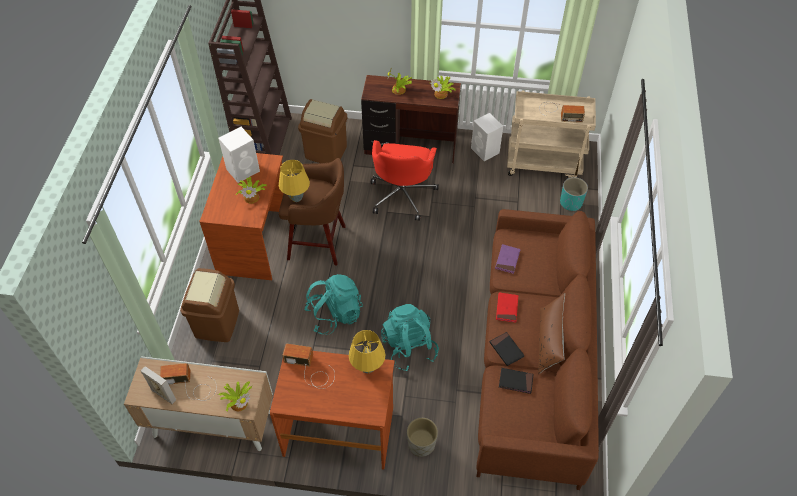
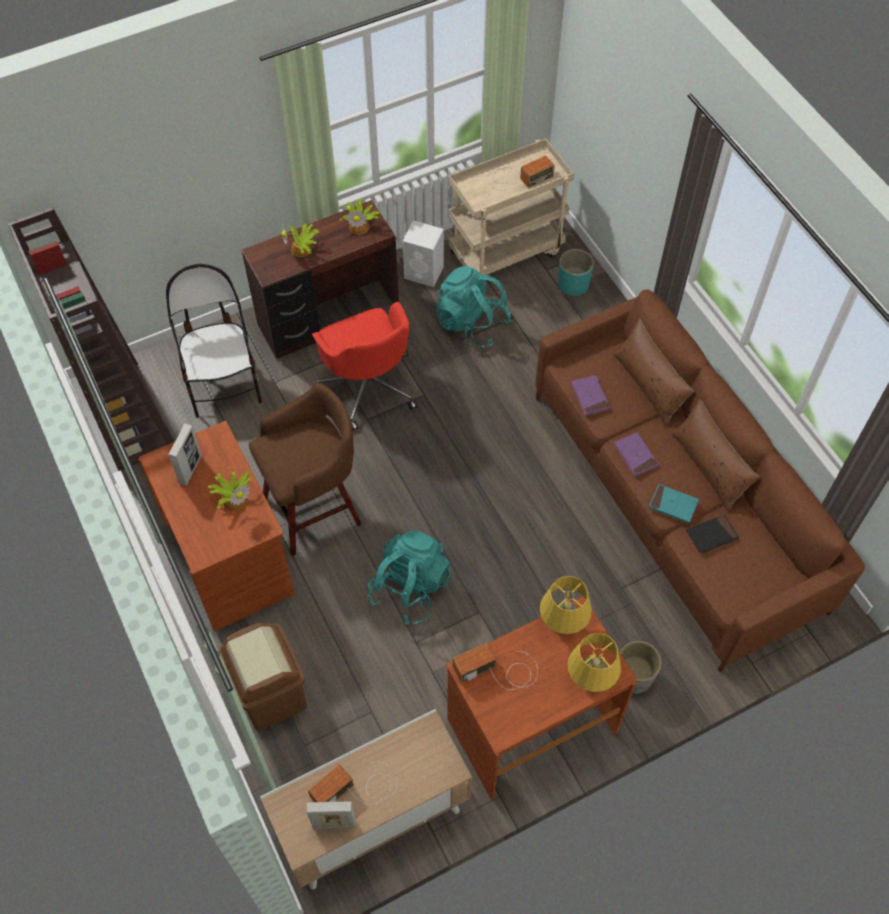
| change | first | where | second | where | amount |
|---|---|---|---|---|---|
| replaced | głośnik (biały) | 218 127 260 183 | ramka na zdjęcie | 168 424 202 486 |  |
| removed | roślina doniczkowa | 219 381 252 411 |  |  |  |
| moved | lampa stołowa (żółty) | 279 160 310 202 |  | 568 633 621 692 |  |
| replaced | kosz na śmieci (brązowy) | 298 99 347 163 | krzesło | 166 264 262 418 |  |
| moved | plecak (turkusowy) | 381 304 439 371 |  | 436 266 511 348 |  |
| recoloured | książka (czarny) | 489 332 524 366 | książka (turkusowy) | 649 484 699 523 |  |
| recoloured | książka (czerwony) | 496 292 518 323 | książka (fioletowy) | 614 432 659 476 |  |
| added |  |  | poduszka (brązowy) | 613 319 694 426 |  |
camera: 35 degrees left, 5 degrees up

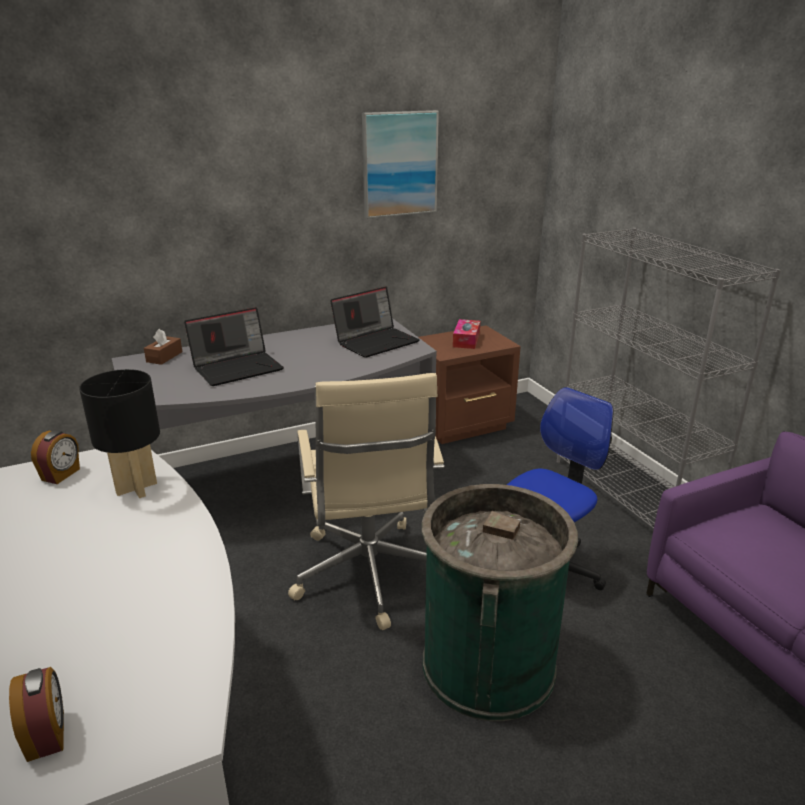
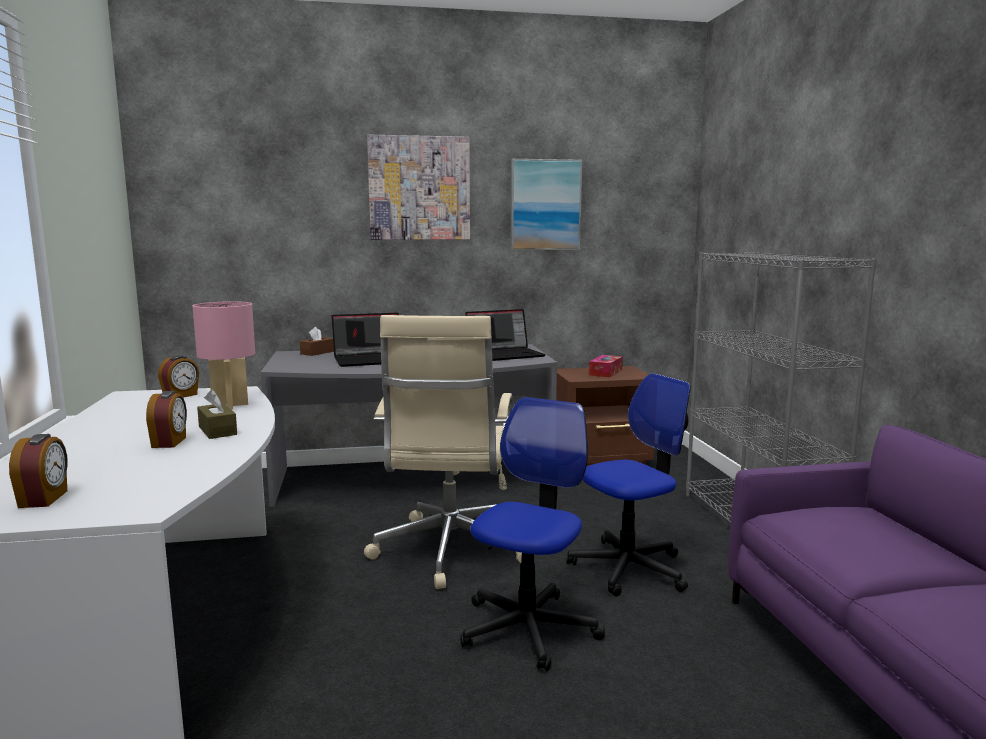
| change | first | where | second | where | amount |
|---|---|---|---|---|---|
| recoloured | lampa stołowa (czarny) | 79 369 160 498 | lampa stołowa (różowy) | 192 301 255 410 |  |
| replaced | kosz na śmieci (zielony) | 422 484 578 721 | krzesło biurowe | 460 397 605 671 |  |
| added |  |  | budzik | 146 391 187 448 |  |
| added |  |  | pudełko chusteczek (brązowy) | 197 389 237 439 |  |
| added |  |  | obraz | 367 135 470 240 |  |
camera: 15 degrees right, 15 degrees down

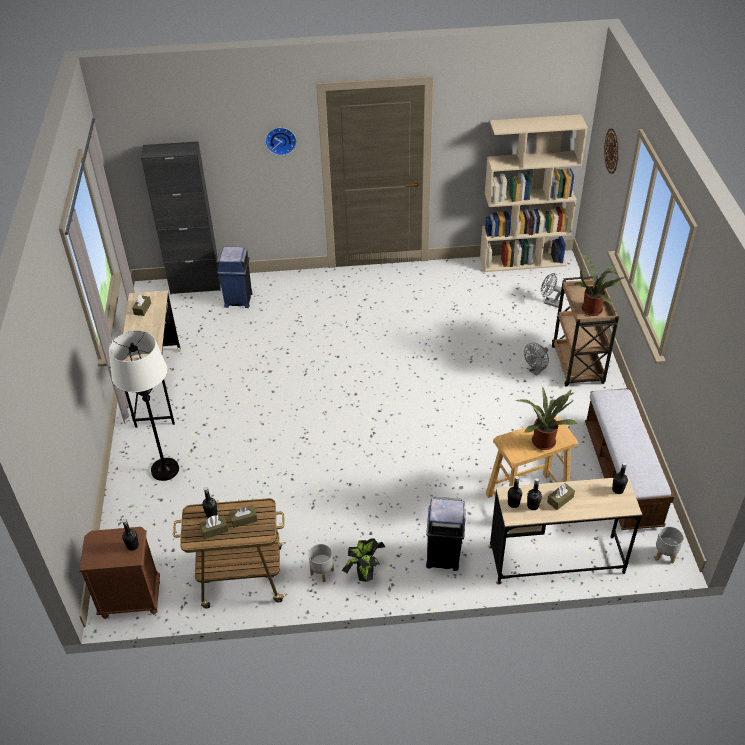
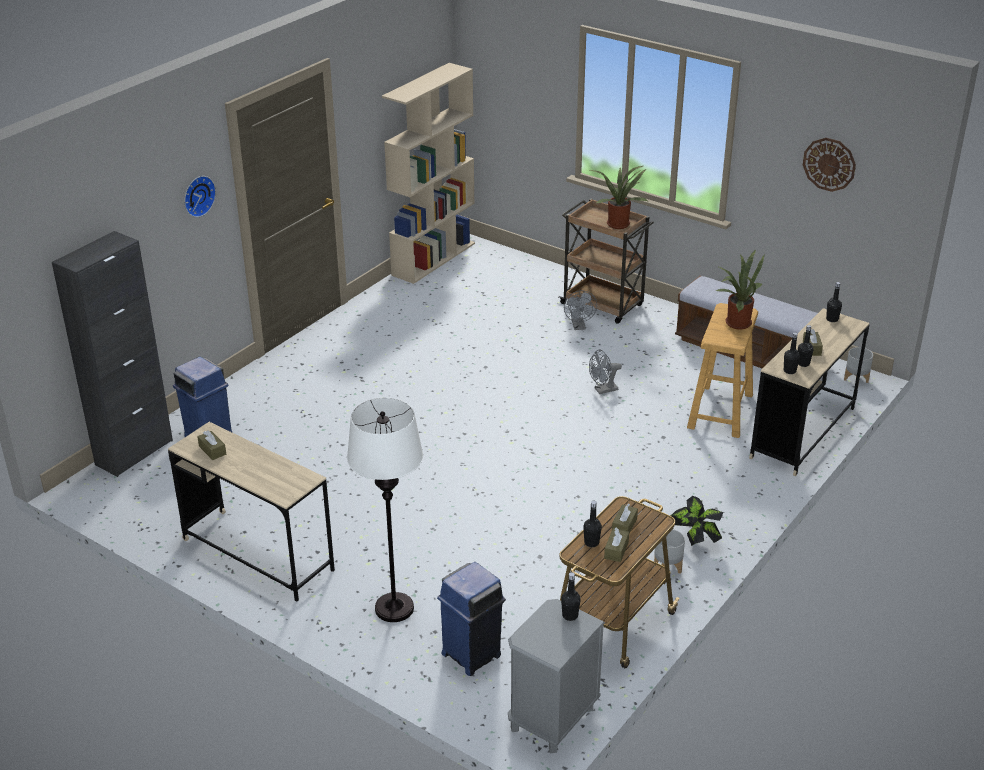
| change | first | where | second | where | amount |
|---|---|---|---|---|---|
| recoloured | szafka nocna (brązowy) | 79 527 160 619 | szafka nocna (szary) | 508 599 605 753 |  |
| moved | kosz na śmieci (niebieski) | 426 497 466 571 |  | 437 562 506 676 |  |
| moved | wentylator (szary) | 541 273 565 308 |  | 589 350 622 394 |  |
| moved | zegar ścienny | 604 129 619 174 |  | 803 138 856 192 |  |
camera: 50 degrees left, 10 degrees down

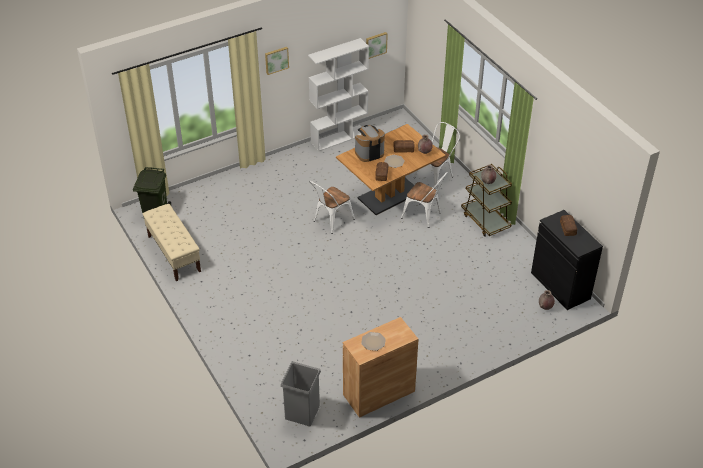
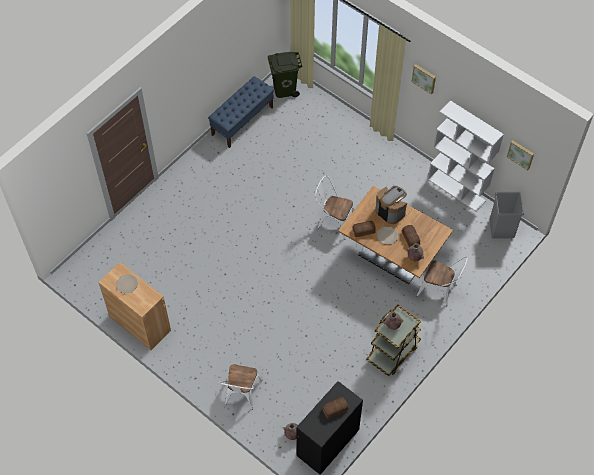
| change | first | where | second | where | amount |
|---|---|---|---|---|---|
| recoloured | ławka (beżowy) | 143 204 201 281 | ławka (niebieski) | 208 76 274 148 |  |
| moved | kosz na śmieci (szary) | 280 361 321 426 |  | 489 192 524 239 |  |
| moved | krzesło (biały) | 401 172 448 228 |  | 219 364 262 410 |  |
camera: 70 degrees right, 15 degrees up

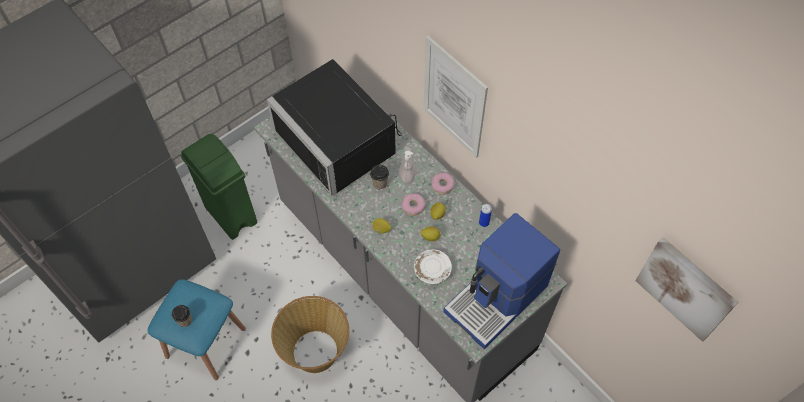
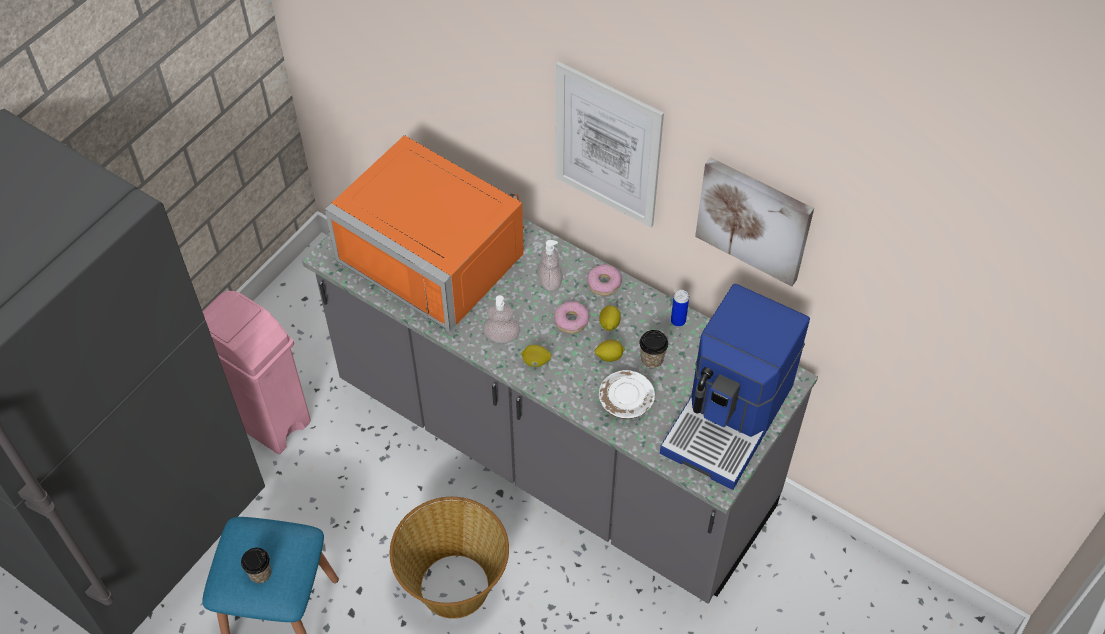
| change | first | where | second | where | amount |
|---|---|---|---|---|---|
| recoloured | kosz na śmieci (zielony) | 180 134 257 240 | kosz na śmieci (różowy) | 202 291 311 454 |  |
| recoloured | mikrofalówka (czarny) | 267 59 402 196 | mikrofalówka (pomarańczowy) | 325 135 524 331 |  |
| moved | filiżanka | 370 165 389 189 |  | 639 330 668 369 |  |
| moved | obraz | 635 237 738 342 |  | 695 157 814 287 |  |
| added |  |  | dozownik mydła | 483 295 520 343 |  |
camera: 15 degrees left, 5 degrees down

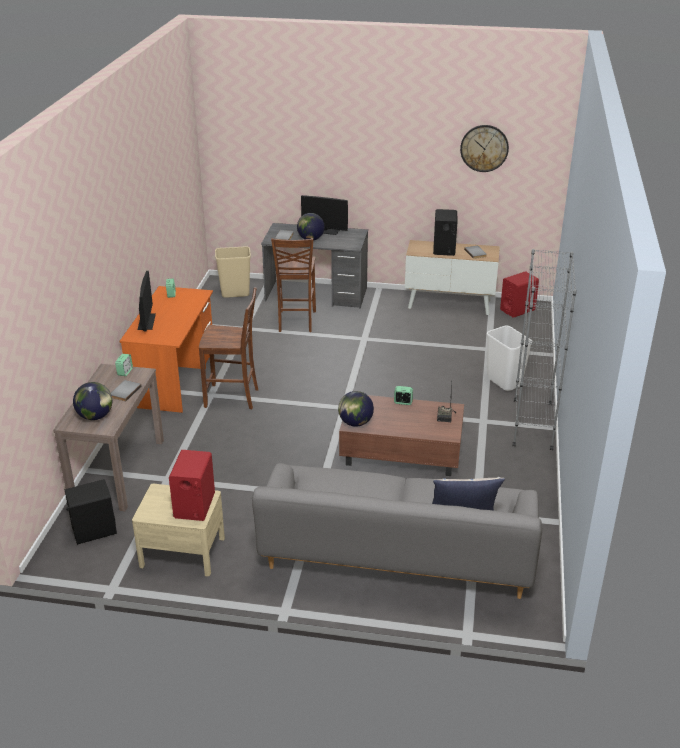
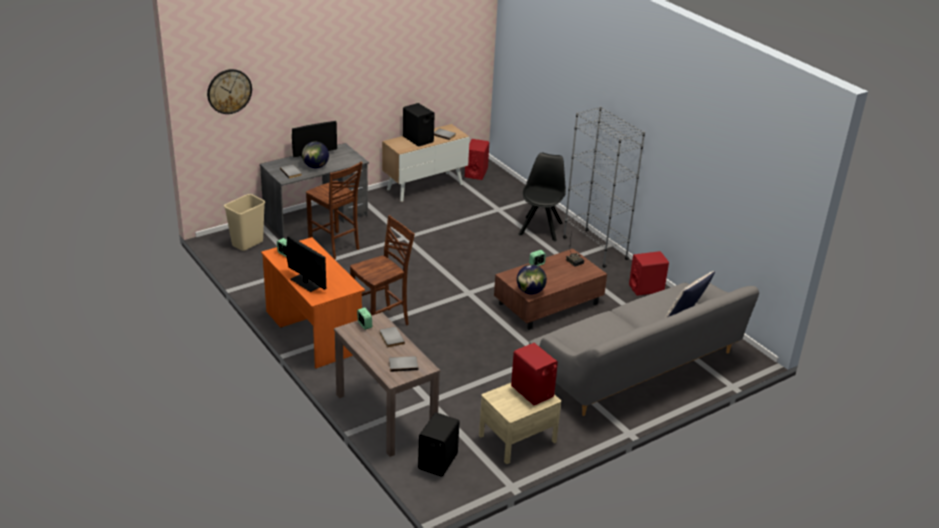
| change | first | where | second | where | amount |
|---|---|---|---|---|---|
| replaced | globus | 73 382 112 420 | książka (szary) | 389 356 418 372 |  |
| moved | zegar ścienny | 460 125 509 172 |  | 207 69 252 114 |  |
| replaced | kosz na śmieci (biały) | 487 325 532 391 | krzesło (czarny) | 519 152 566 241 |  |
| added |  |  | głośnik (czerwony) | 629 251 669 296 |  |
camera: 45 degrees left, 0 degrees up

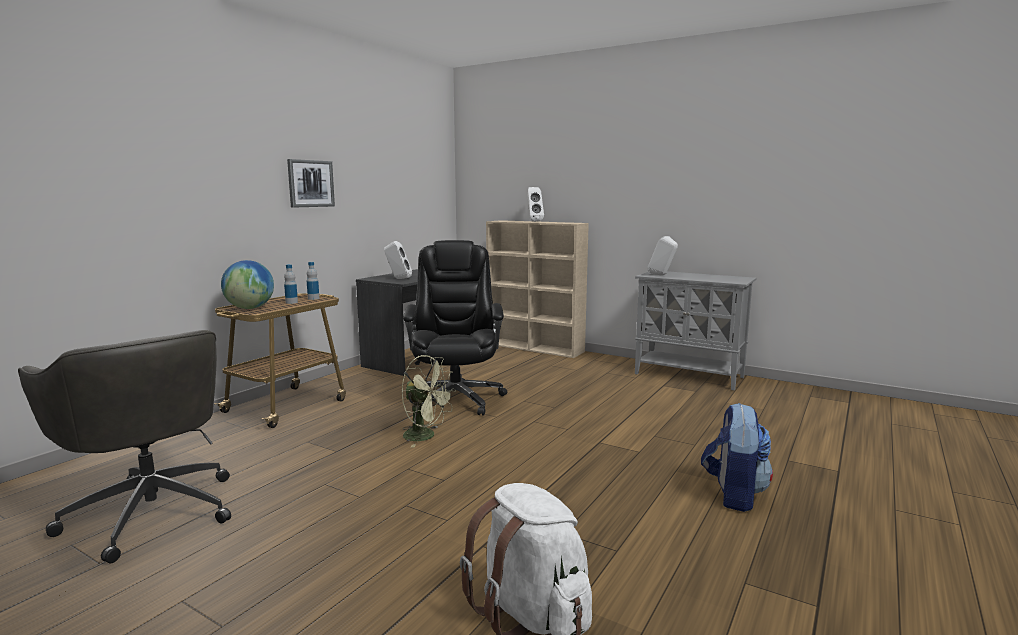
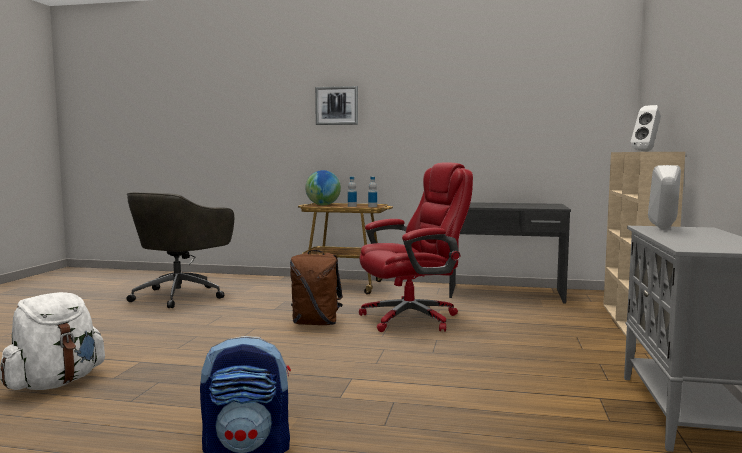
| change | first | where | second | where | amount |
|---|---|---|---|---|---|
| moved | obraz | 287 159 335 207 |  | 315 86 358 125 |  |
| removed | głośnik (biały) | 384 241 412 279 |  |  |  |
| replaced | wentylator (zielony) | 401 355 456 448 | plecak (brązowy) | 290 250 343 325 |  |
| recoloured | krzesło biurowe (czarny) | 403 240 507 416 | krzesło biurowe (czerwony) | 359 162 473 332 |  |
camera: 70 degrees right, 5 degrees down

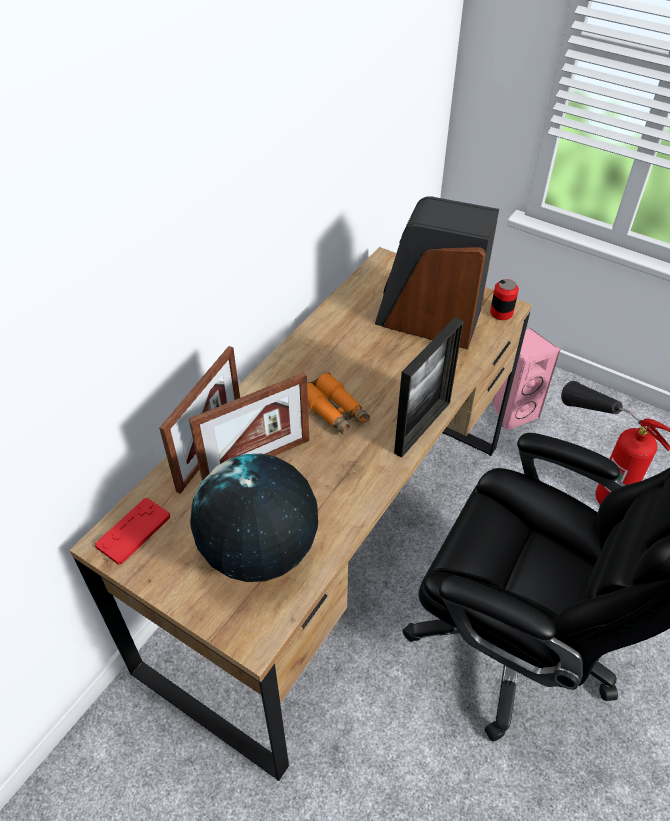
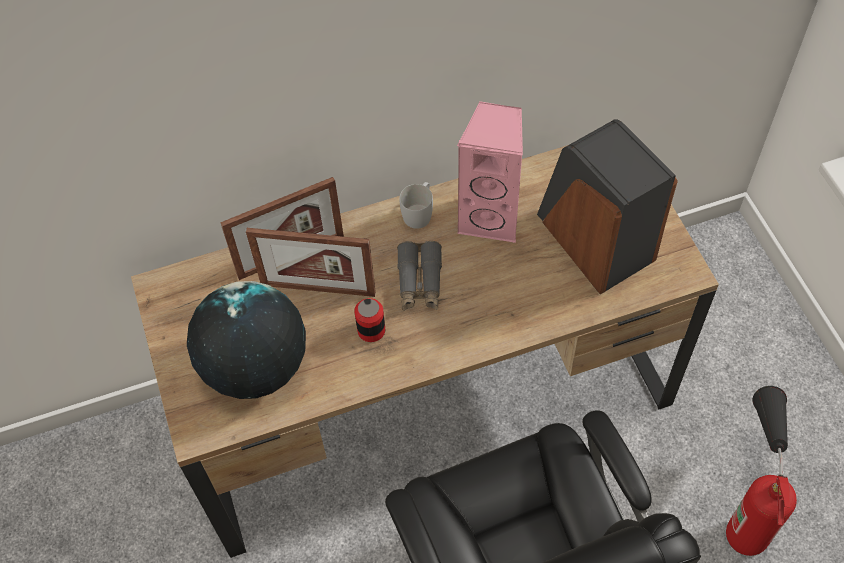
| change | first | where | second | where | amount |
|---|---|---|---|---|---|
| removed | pad do gier (czerwony) | 95 498 170 565 |  |  |  |
| recoloured | lornetka (pomarańczowy) | 307 372 370 435 | lornetka (szary) | 397 241 442 311 |  |
| removed | ramka na zdjęcie | 394 317 464 458 |  |  |  |
| moved | puszka | 490 279 519 320 |  | 354 298 385 342 |  |
| moved | głośnik (różowy) | 492 328 560 431 |  | 457 101 523 243 |  |
| added |  |  | kubek (biały) | 399 182 433 229 |  |
camera: 40 degrees right, 10 degrees up

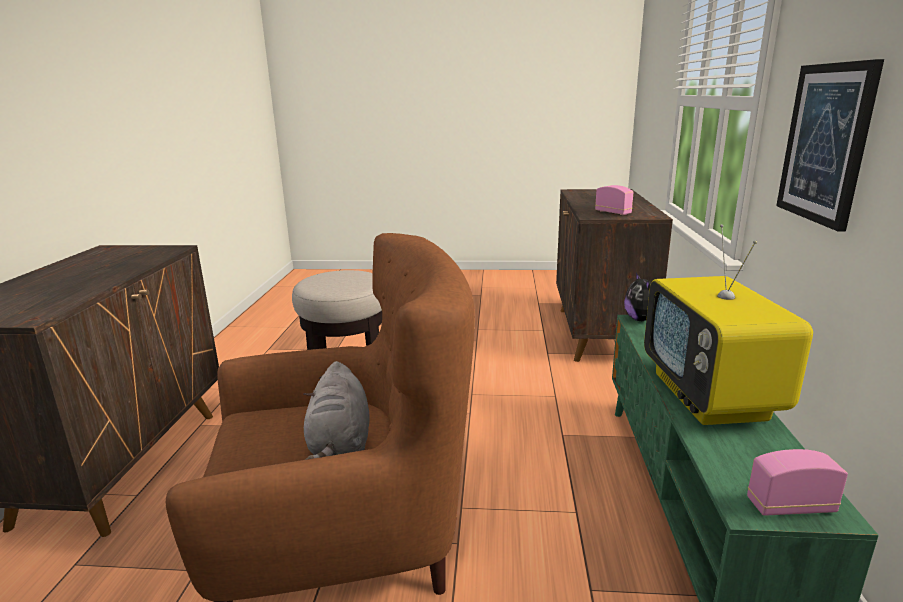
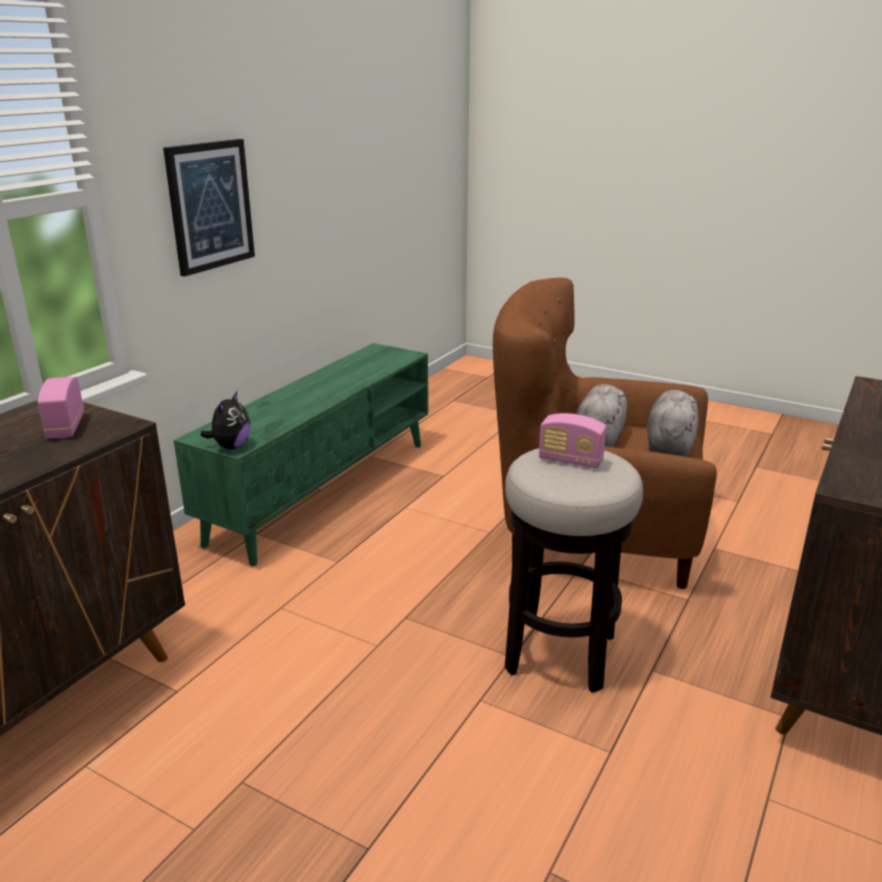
| change | first | where | second | where | amount |
|---|---|---|---|---|---|
| removed | telewizor | 644 224 813 425 |  |  |  |
| moved | radio | 747 449 848 516 |  | 539 413 606 468 |  |
| added |  |  | pluszak (szary) | 647 390 701 457 |  |
camera: 155 degrees left, 5 degrees up

